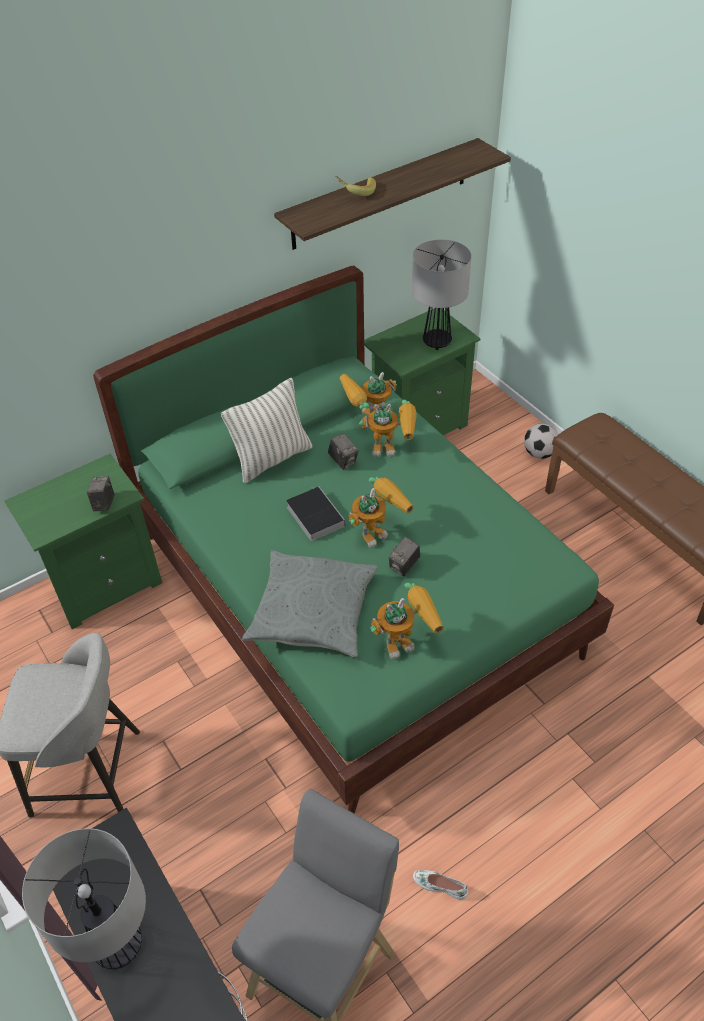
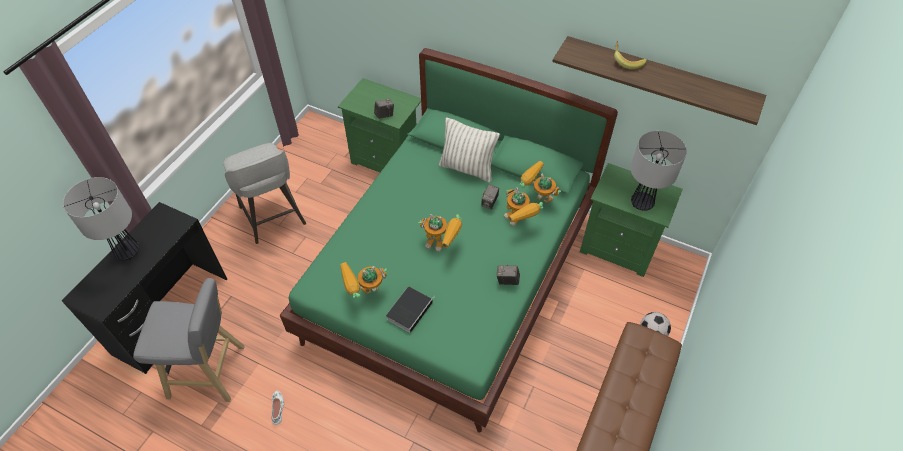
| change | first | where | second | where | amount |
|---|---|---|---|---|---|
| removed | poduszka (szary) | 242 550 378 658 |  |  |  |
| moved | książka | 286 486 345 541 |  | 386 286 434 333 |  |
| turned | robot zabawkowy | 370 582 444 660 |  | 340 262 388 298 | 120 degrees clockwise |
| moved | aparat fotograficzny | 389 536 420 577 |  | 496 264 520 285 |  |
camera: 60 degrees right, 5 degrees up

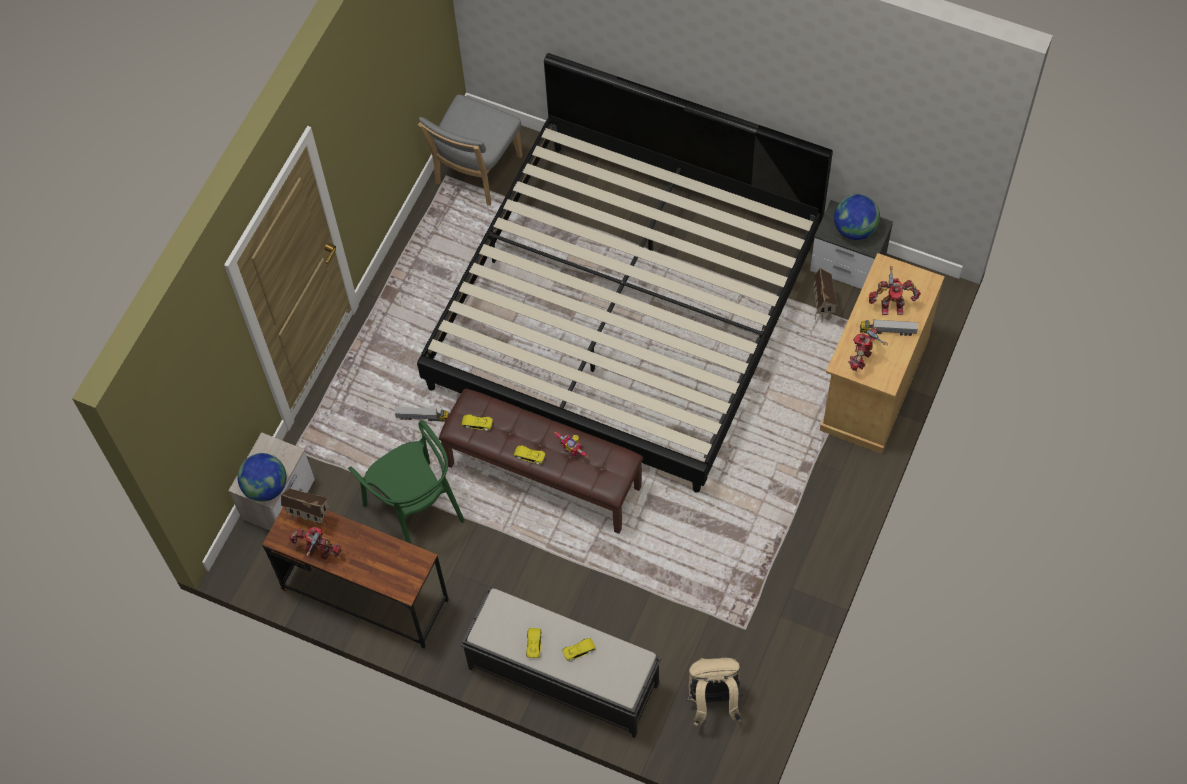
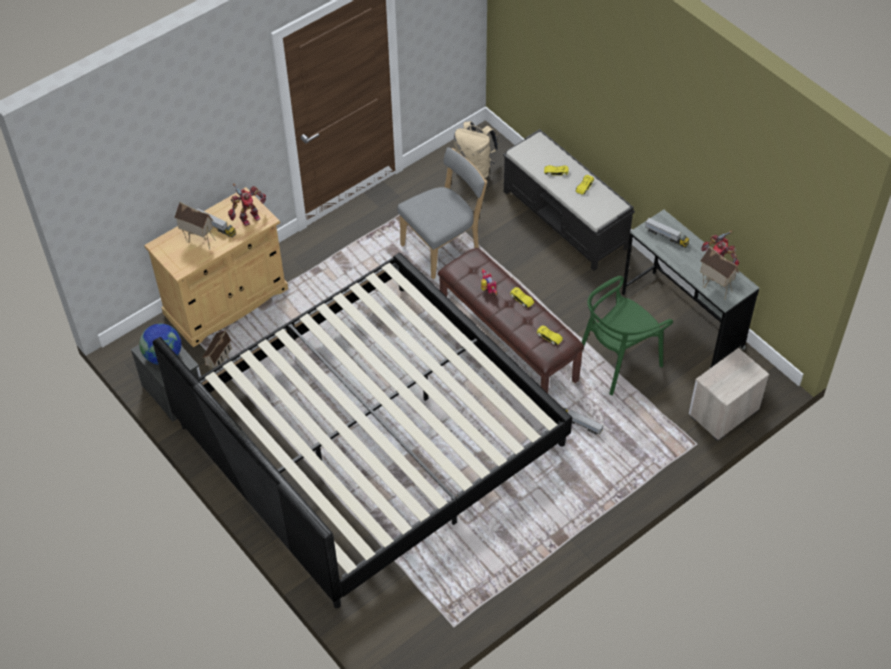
| change | first | where | second | where | amount |
|---|---|---|---|---|---|
| removed | globus | 237 453 287 502 |  |  |  |
| recoloured | biurko (brązowy) | 262 506 449 649 | biurko (szary) | 622 209 759 369 |  |
| turned | krzesło (zielony) | 348 420 465 544 |  | 581 276 673 395 | 120 degrees counterclockwise |
| moved | krzesło (szary) | 418 94 523 206 |  | 397 147 487 279 |  |
| replaced | robot zabawkowy | 869 266 921 315 | domek | 174 201 216 250 |  |
| added |  |  | ciężarówka zabawkowa | 645 218 689 248 |  |
camera: 155 degrees left, 10 degrees down

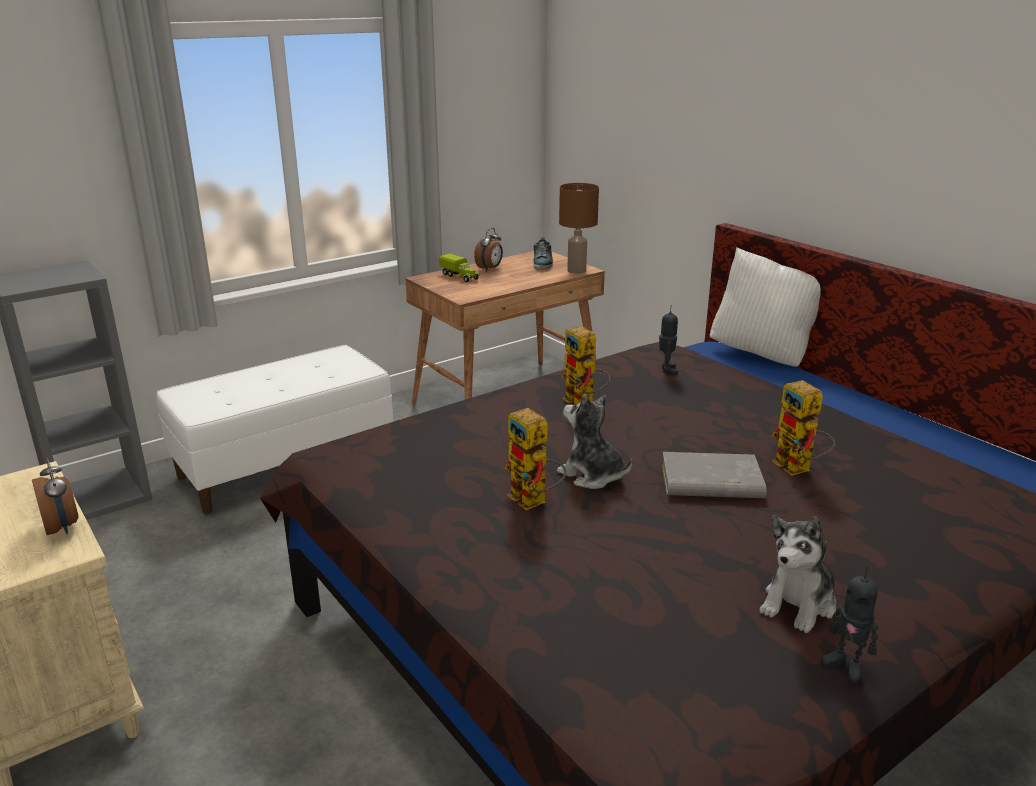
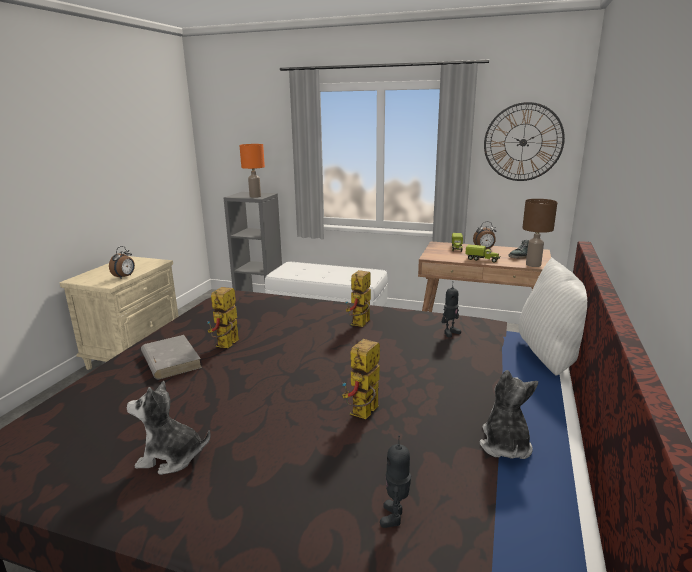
| change | first | where | second | where | amount |
|---|---|---|---|---|---|
| moved | pluszak | 557 395 632 489 |  | 479 370 538 459 |  |
| moved | książka (szary) | 662 452 766 498 |  | 141 335 202 380 |  |
| moved | robot zabawkowy | 821 565 878 684 |  | 380 435 411 528 |  |
| added |  |  | lampa stołowa (pomarańczowy) | 239 144 265 198 |  |
| added |  |  | ciężarówka zabawkowa | 465 244 500 263 |  |
| added |  |  | zegar ścienny | 484 102 565 181 |  |
camera: 55 degrees right, 5 degrees down

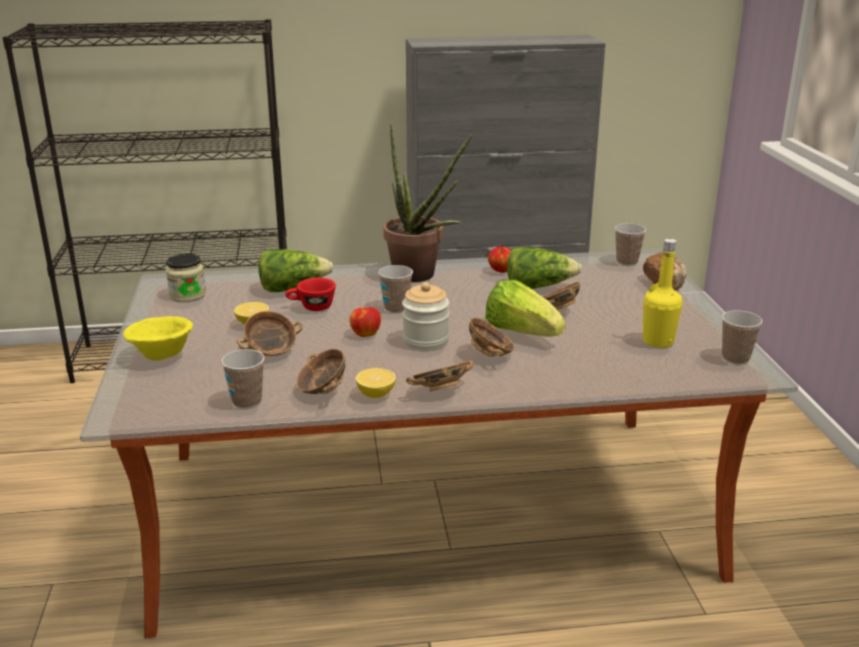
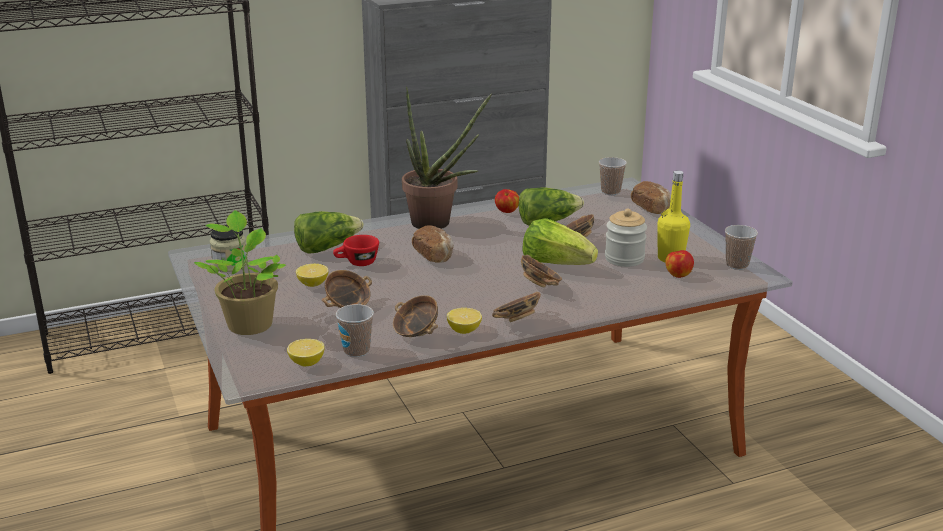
| change | first | where | second | where | amount |
|---|---|---|---|---|---|
| replaced | miska (żółty) | 123 316 193 361 | roślina doniczkowa | 194 210 286 335 |  |
| moved | jabłko | 349 307 381 337 |  | 665 250 694 278 |  |
| replaced | filiżanka | 378 265 413 313 | chleb | 412 225 454 263 |  |
| moved | słoik | 402 282 449 350 |  | 605 209 647 267 |  |
| added |  |  | cytryna | 287 339 325 367 |  |
camera: 15 degrees left, 0 degrees up

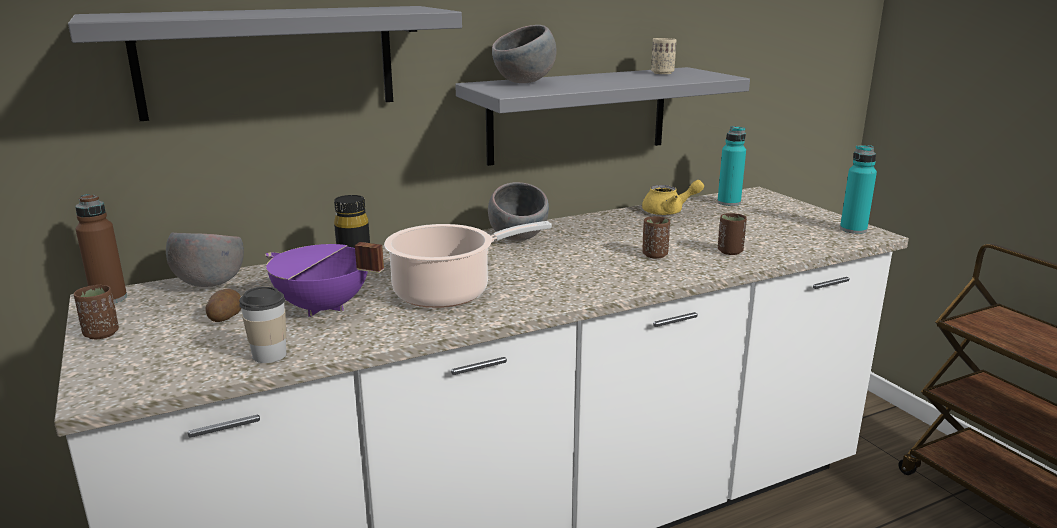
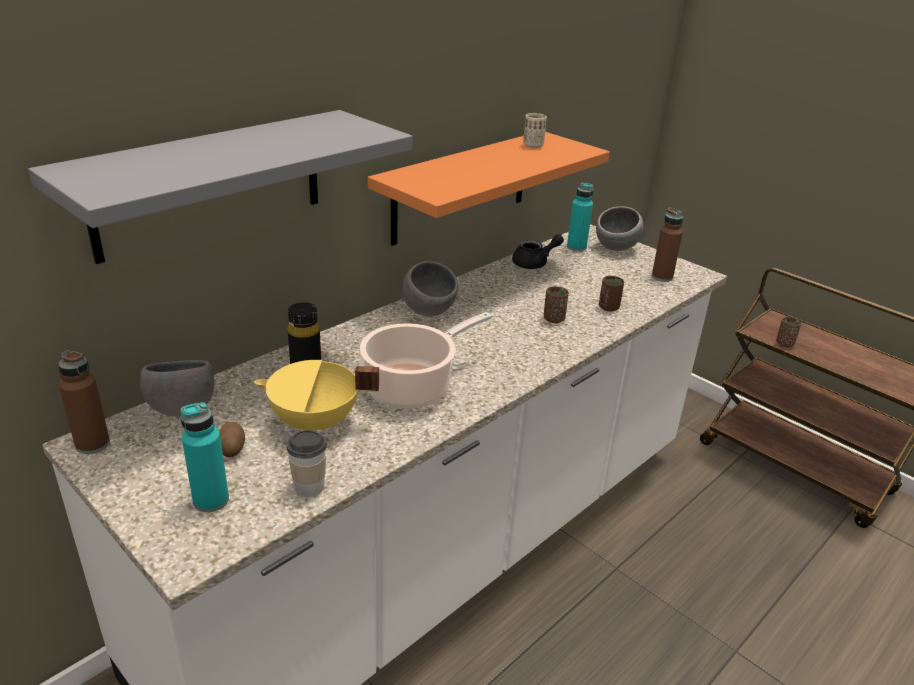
| change | first | where | second | where | amount |
|---|---|---|---|---|---|
| moved | filiżanka (brązowy) | 74 285 119 339 |  | 776 317 801 347 |  |
| recoloured | garnek (fioletowy) | 265 242 384 317 | garnek (żółty) | 254 360 379 431 |  |
| recoloured | półka (szary) | 455 67 750 166 | półka (pomarańczowy) | 368 132 610 246 |  |
| moved | miska (szary) | 492 25 557 83 |  | 596 206 643 251 |  |
| recoloured | imbryk (żółty) | 642 180 704 215 | imbryk (czarny) | 512 234 564 269 |  |
| moved | butelka (turkusowy) | 840 145 877 234 |  | 180 402 229 512 |  |
| added |  |  | butelka (brązowy) | 652 208 683 282 |  |
camera: 20 degrees left, 10 degrees up

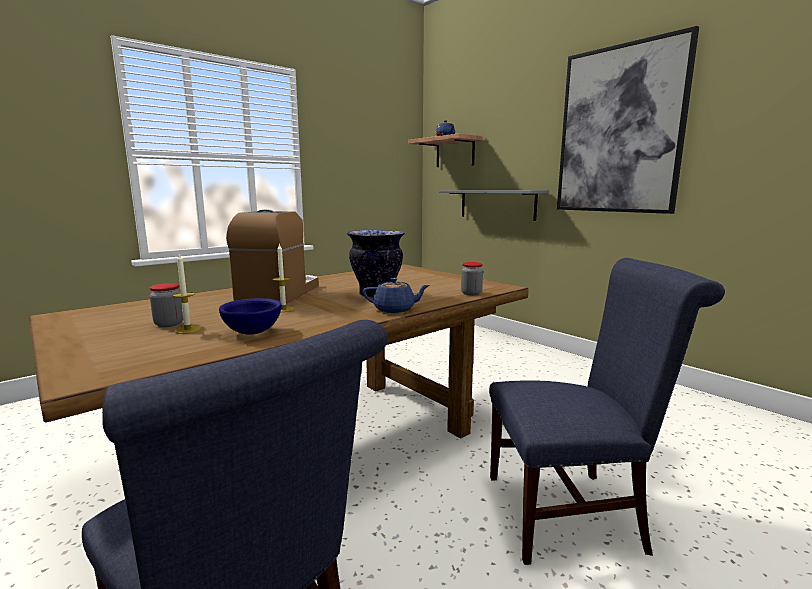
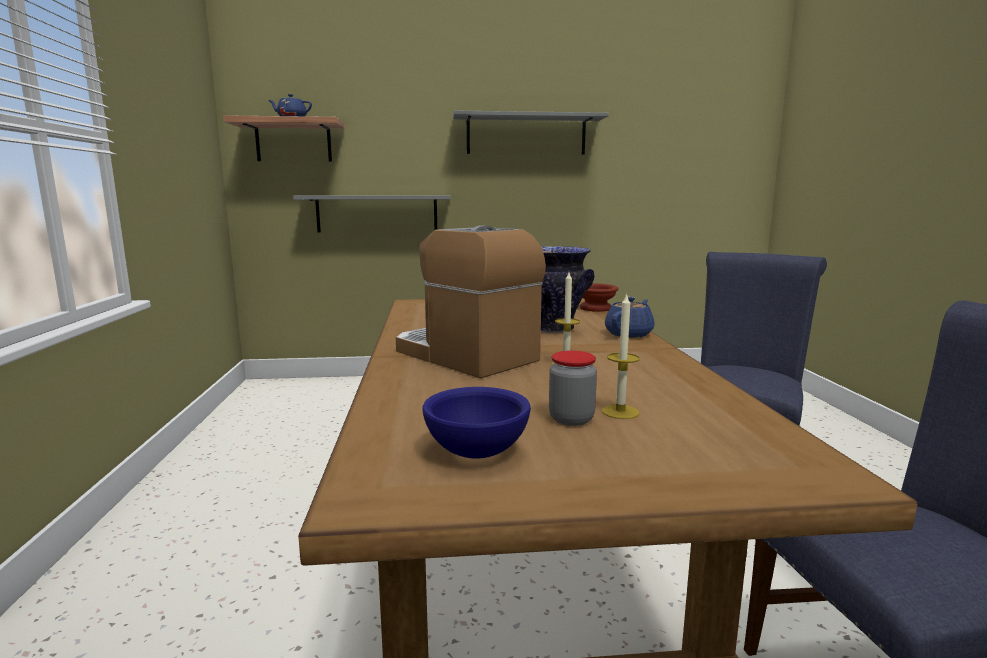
| change | first | where | second | where | amount |
|---|---|---|---|---|---|
| moved | miska (niebieski) | 219 298 281 335 |  | 422 387 531 459 |  |
| replaced | słoik | 461 262 483 295 | miska (brązowy) | 580 283 619 312 |  |
| replaced | obraz | 557 26 699 214 | półka (szary) | 453 111 609 155 |  |
camera: 55 degrees left, 0 degrees up

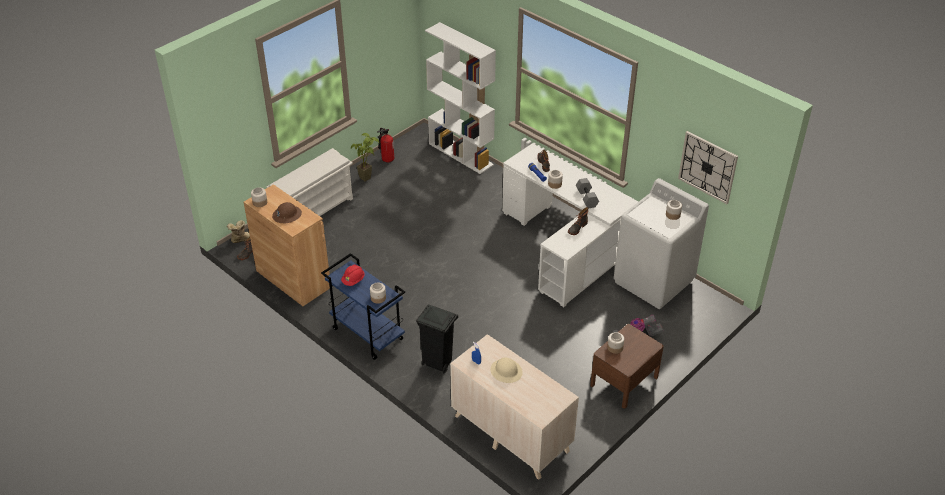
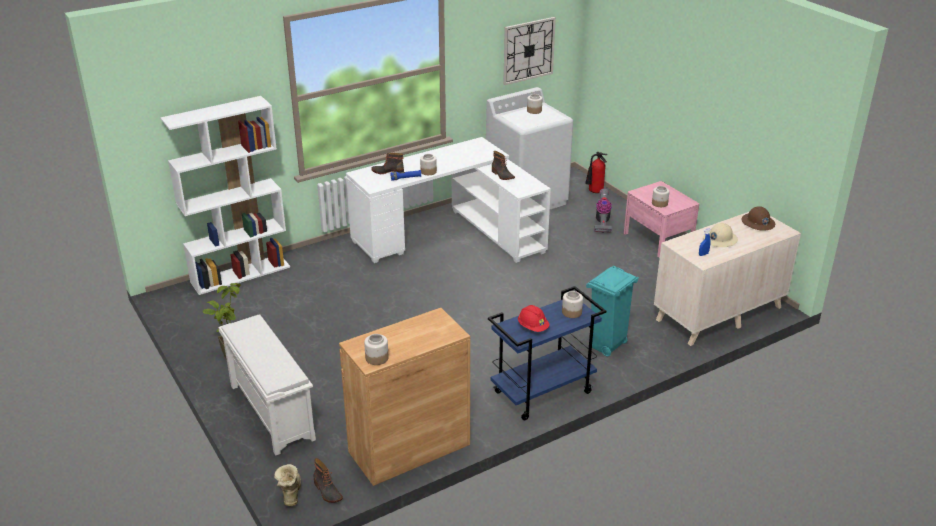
| change | first | where | second | where | amount |
|---|---|---|---|---|---|
| moved | kask (brązowy) | 272 202 302 223 |  | 741 206 775 231 |  |
| moved | gaśnica | 377 128 394 162 |  | 585 152 607 193 |  |
| recoloured | kosz na śmieci (czarny) | 416 304 458 373 | kosz na śmieci (turkusowy) | 586 266 639 356 |  |
| removed | hantel (szary) | 576 178 599 208 |  |  |  |
| recoloured | szafka nocna (brązowy) | 590 324 664 409 | szafka nocna (różowy) | 624 181 699 258 |  |
camera: 75 degrees left, 10 degrees down

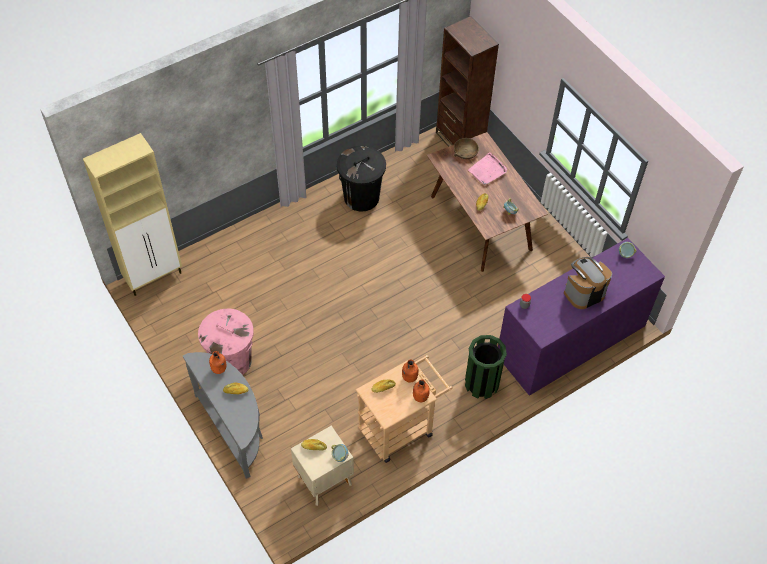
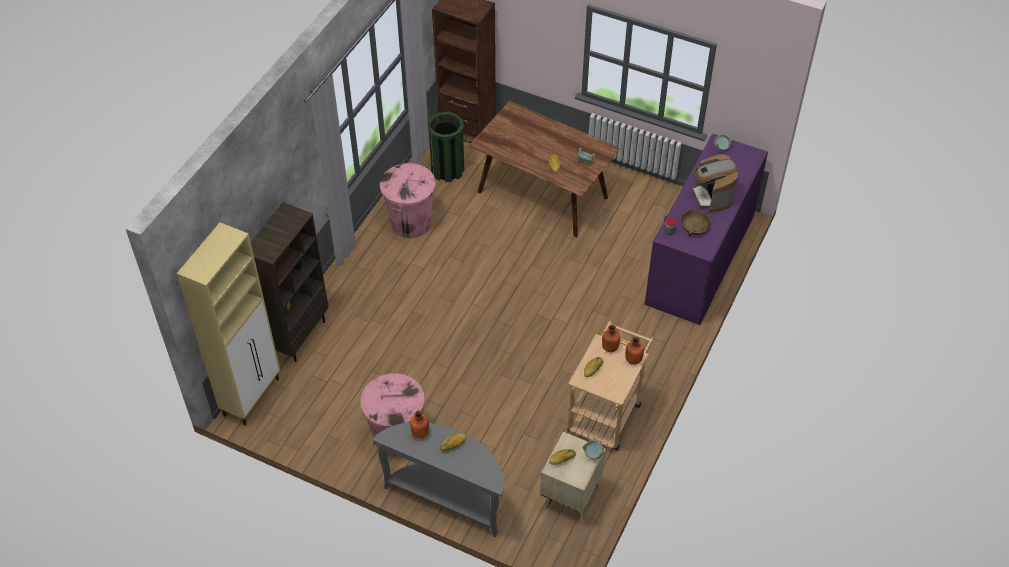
| change | first | where | second | where | amount |
|---|---|---|---|---|---|
| recoloured | kosz na śmieci (czarny) | 337 146 386 211 | kosz na śmieci (różowy) | 380 163 436 238 |  |
| moved | miska (brązowy) | 454 138 479 159 |  | 680 209 711 236 |  |
| moved | kosz na śmieci (zielony) | 465 335 507 399 |  | 427 112 464 182 |  |
| removed | taca (różowy) | 468 152 507 185 |  |  |  |
| turned | ekspres do kawy | 564 257 612 309 |  | 692 154 738 212 | 45 degrees counterclockwise |
| added |  |  | regał (brązowy) | 251 202 329 362 |  |
camera: 30 degrees left, 5 degrees down

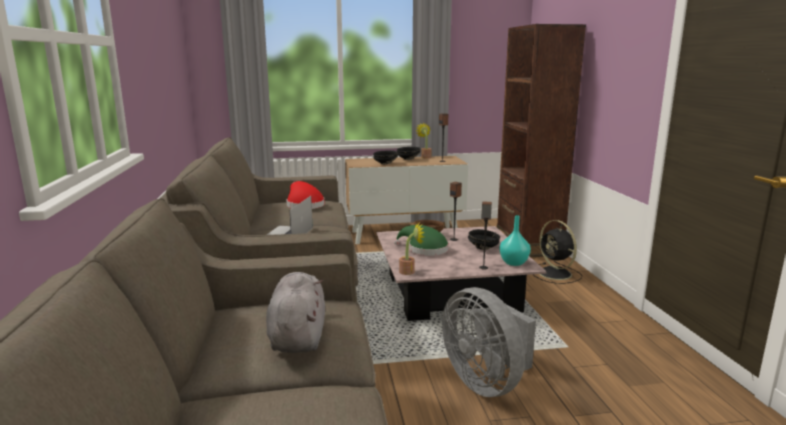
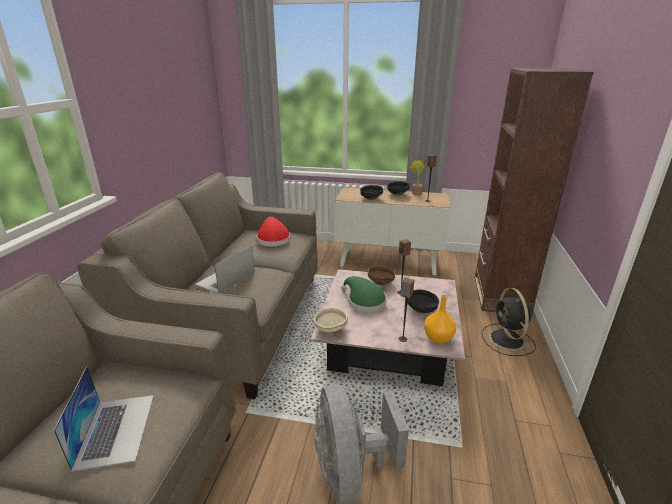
| change | first | where | second | where | amount |
|---|---|---|---|---|---|
| replaced | pluszak (szary) | 266 272 325 353 | laptop | 53 365 154 472 |  |
| replaced | roślina doniczkowa | 399 223 424 275 | miska (beżowy) | 314 308 348 333 |  |
| recoloured | wazon (turkusowy) | 499 215 531 266 | wazon (pomarańczowy) | 424 295 456 344 |  |
camera: 20 degrees right, 10 degrees up

